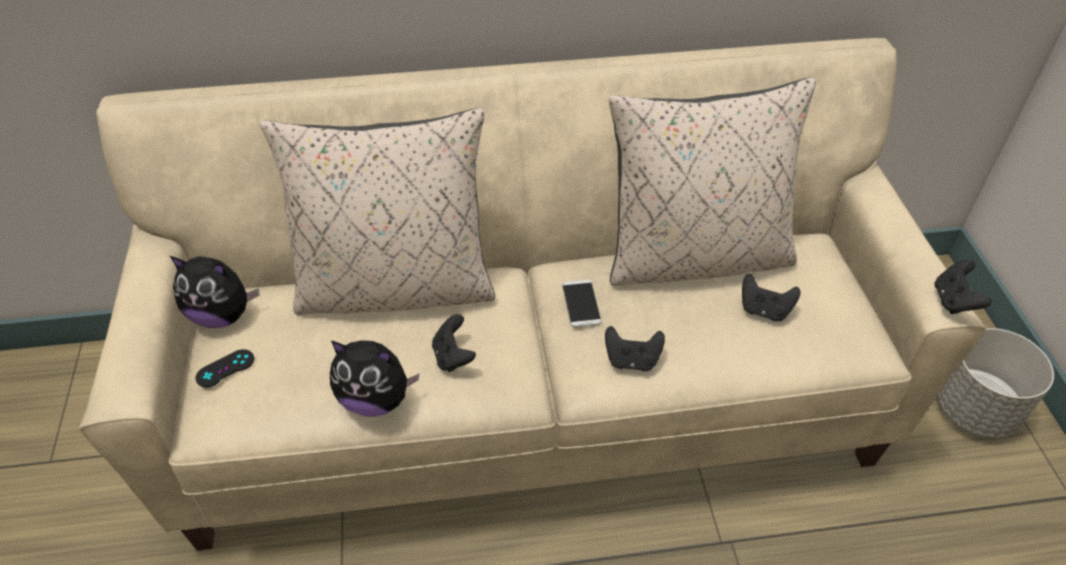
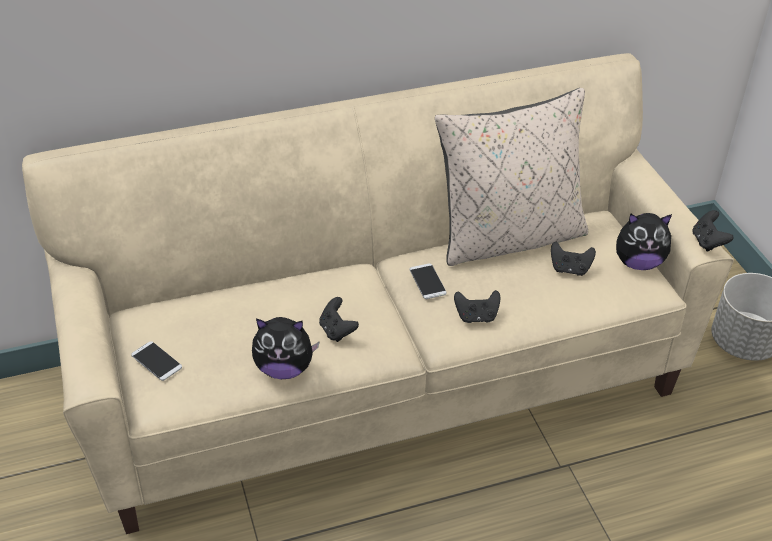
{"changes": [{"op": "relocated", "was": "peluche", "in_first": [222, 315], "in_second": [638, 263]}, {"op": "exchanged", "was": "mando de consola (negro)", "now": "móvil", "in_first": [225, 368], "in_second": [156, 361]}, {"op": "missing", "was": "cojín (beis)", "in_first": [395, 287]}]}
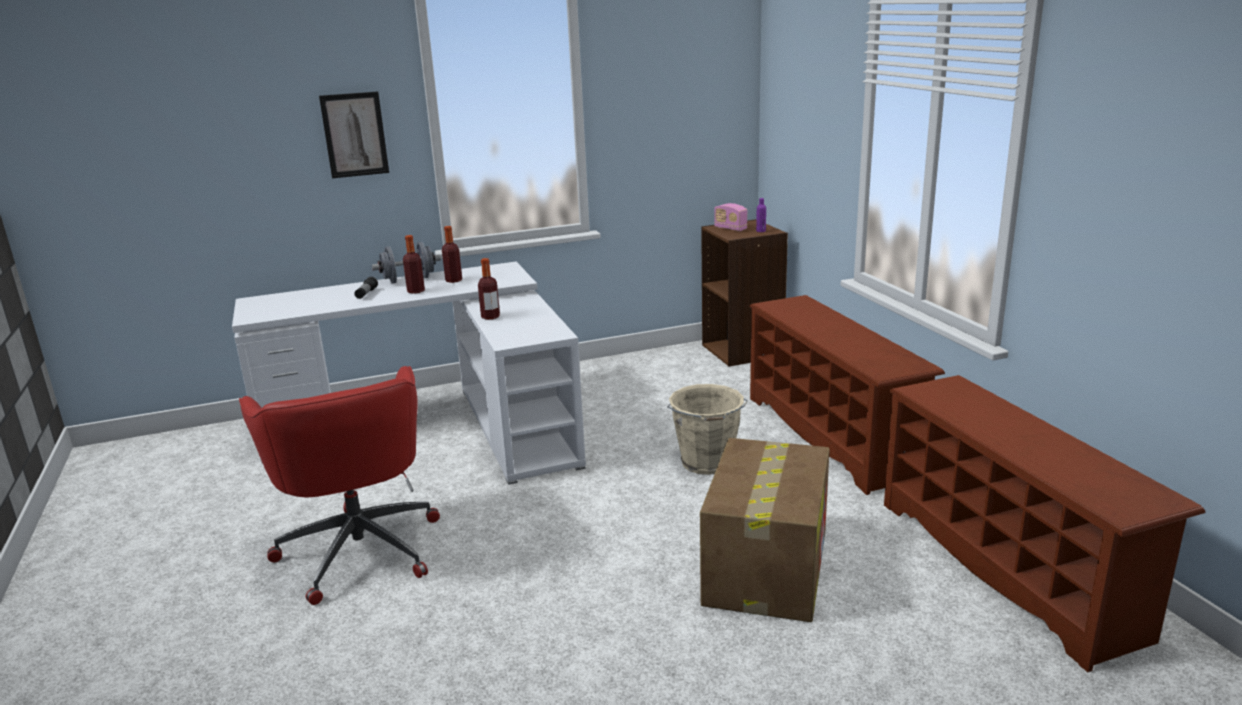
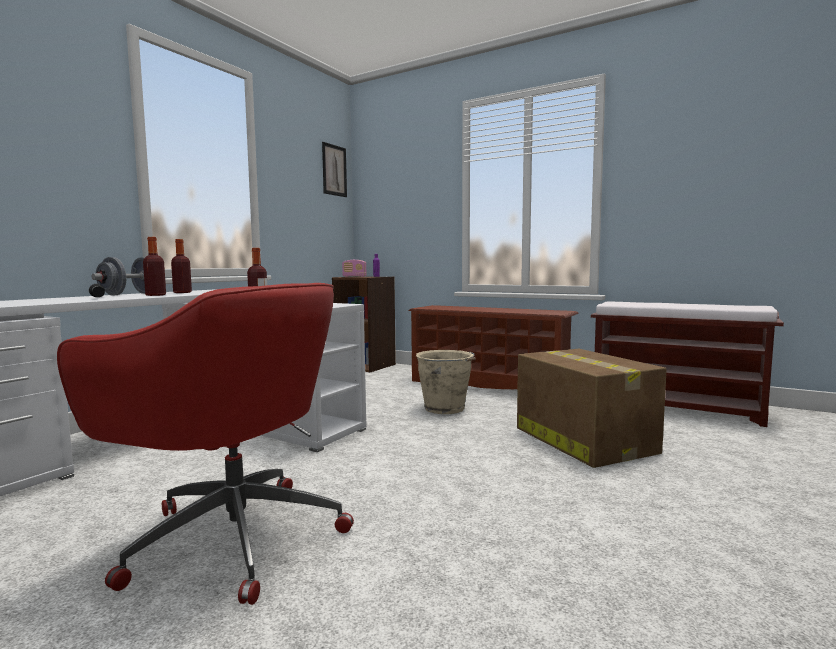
{"changes": [{"op": "relocated", "was": "cuadro", "in_first": [354, 135], "in_second": [334, 170]}, {"op": "exchanged", "was": "zapatero (marrón)", "now": "banco (marrón)", "in_first": [1008, 567], "in_second": [677, 407]}]}
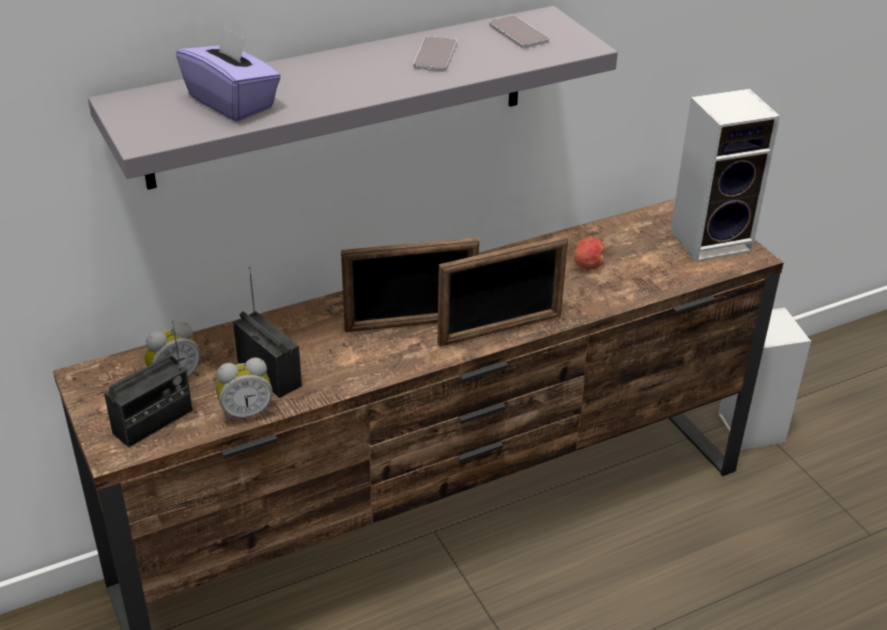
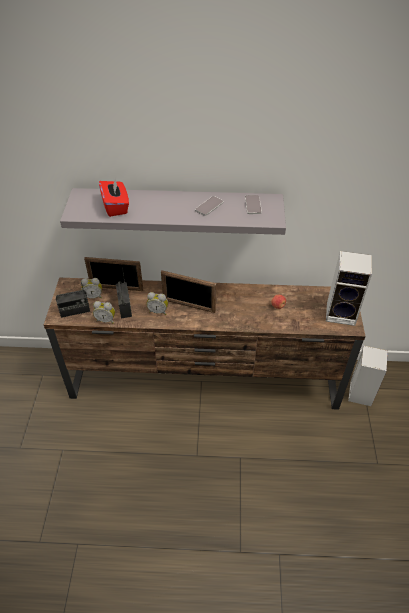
{"changes": [{"op": "colour", "was": "caja de pañuelos (morado)", "now": "caja de pañuelos (rojo)", "in_first": [232, 103], "in_second": [116, 206]}, {"op": "relocated", "was": "portarretratos", "in_first": [500, 330], "in_second": [116, 288]}, {"op": "appeared", "now": "despertador", "in_second": [158, 311]}]}
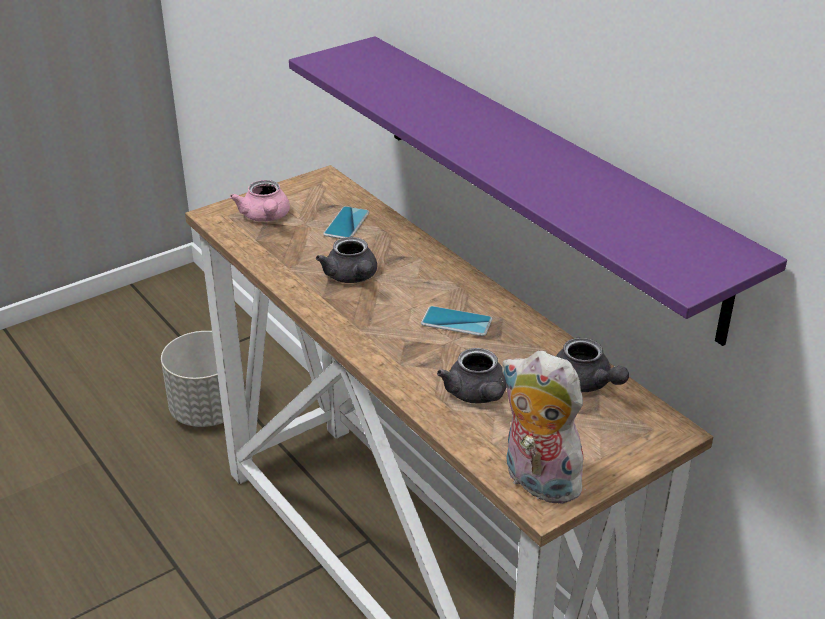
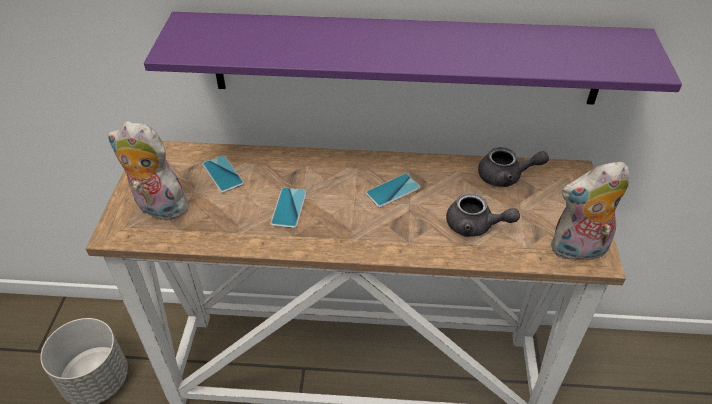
{"changes": [{"op": "exchanged", "was": "tetera (rosa)", "now": "peluche", "in_first": [265, 217], "in_second": [158, 208]}, {"op": "exchanged", "was": "tetera (gris)", "now": "móvil", "in_first": [352, 277], "in_second": [289, 208]}]}
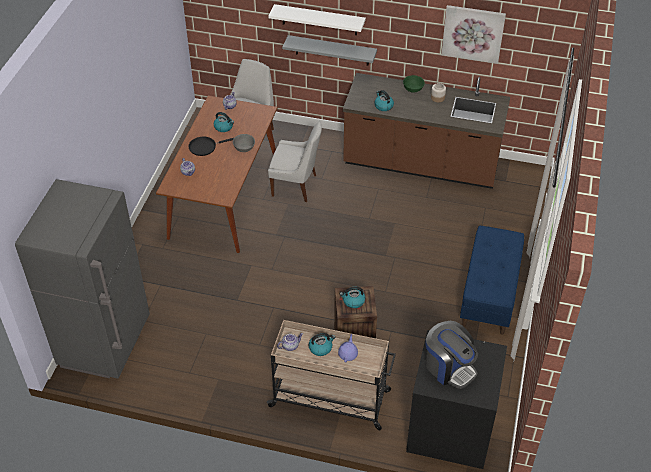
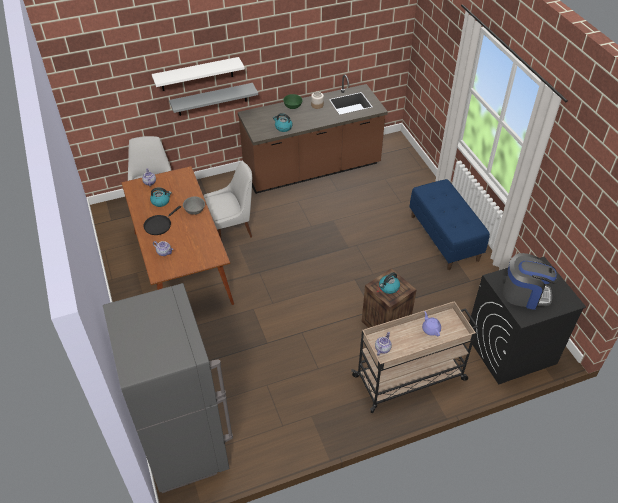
{"changes": [{"op": "missing", "was": "hervidor", "in_first": [321, 348]}, {"op": "missing", "was": "cuadro", "in_first": [473, 33]}]}
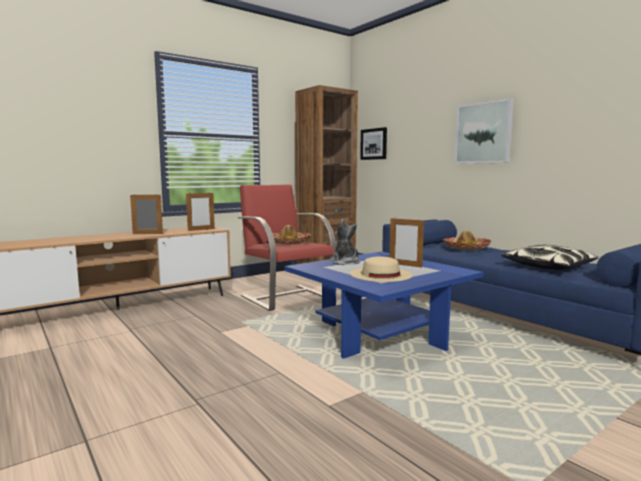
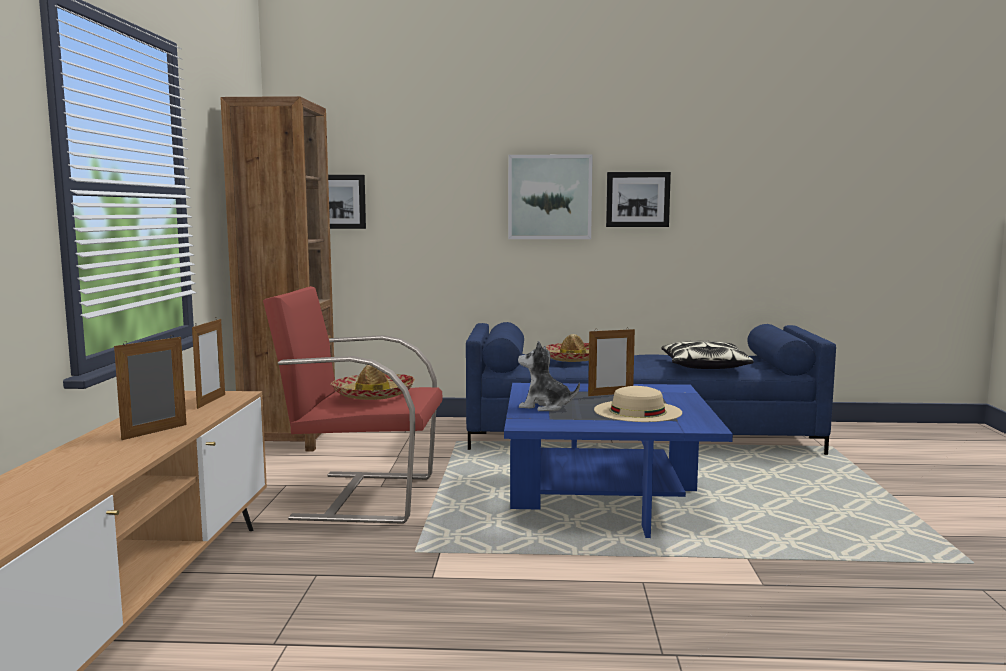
{"changes": [{"op": "appeared", "now": "cuadro", "in_second": [637, 199]}]}
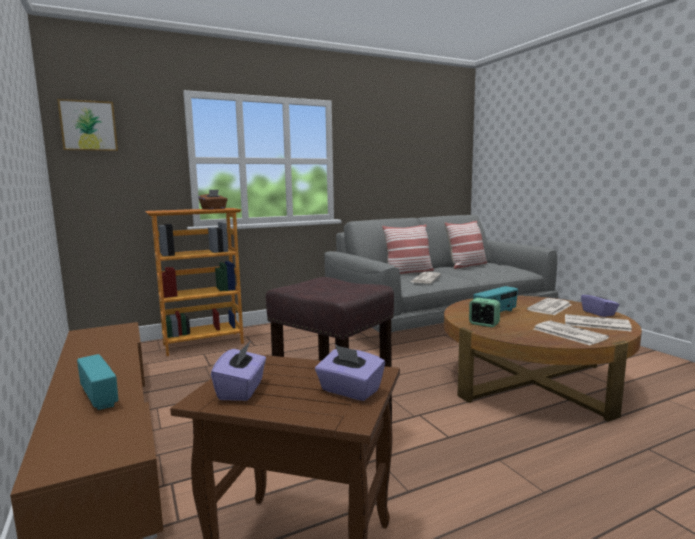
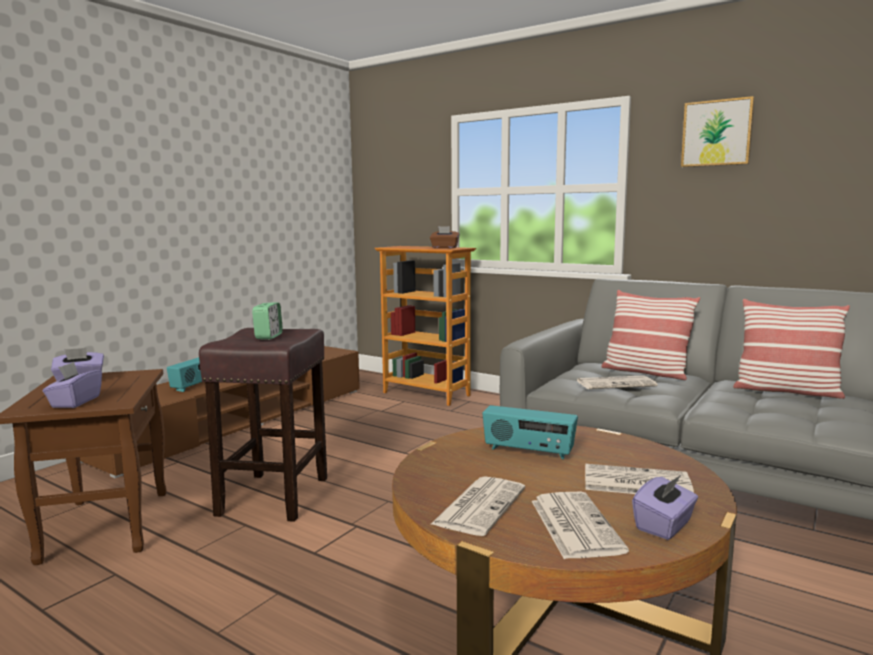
{"changes": [{"op": "relocated", "was": "cuadro", "in_first": [88, 126], "in_second": [717, 133]}, {"op": "relocated", "was": "despertador", "in_first": [483, 324], "in_second": [268, 336]}]}
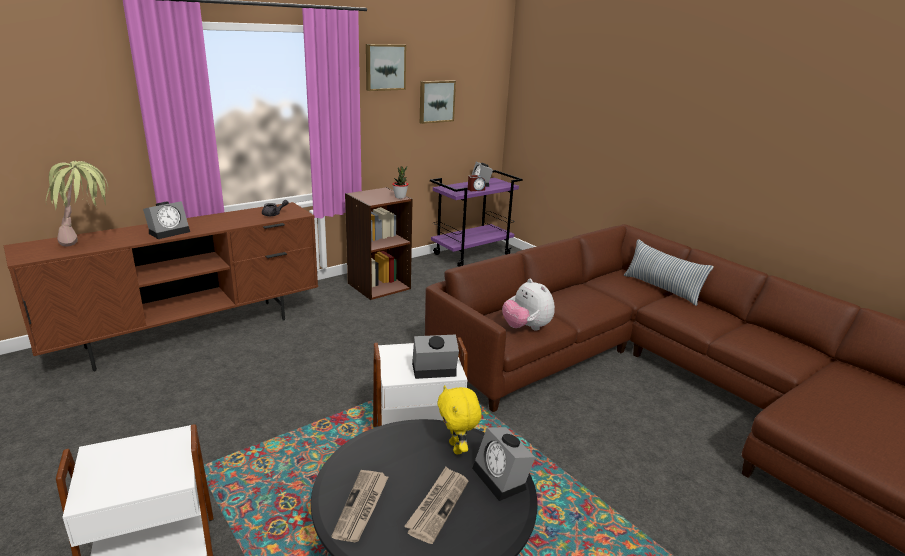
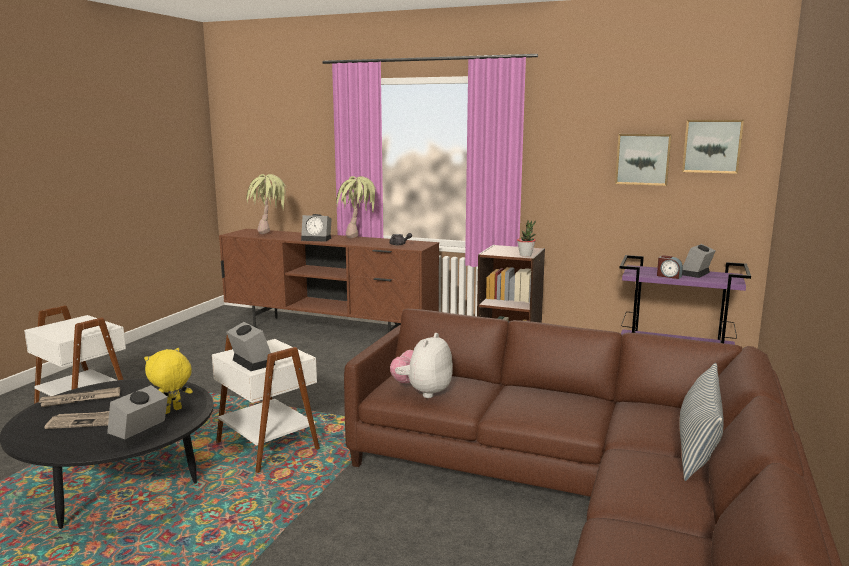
{"changes": [{"op": "relocated", "was": "cuadro", "in_first": [384, 67], "in_second": [712, 146]}, {"op": "appeared", "now": "planta en maceta", "in_second": [358, 240]}]}
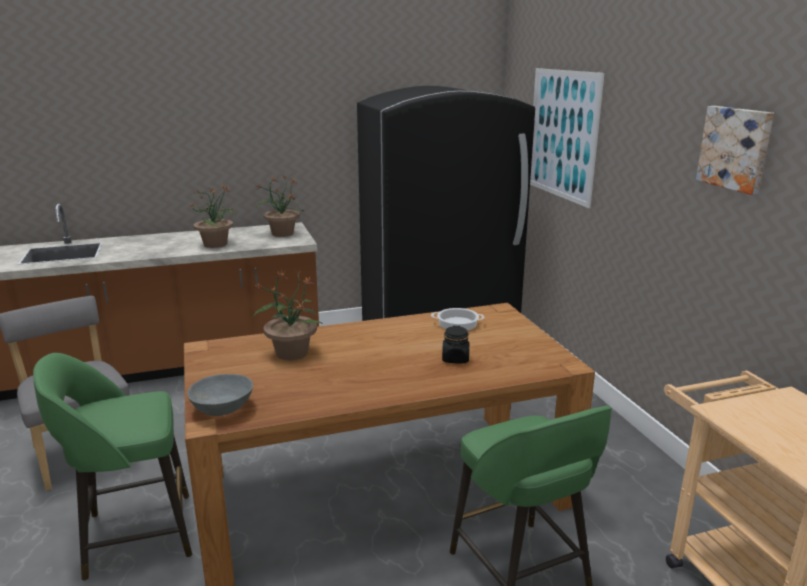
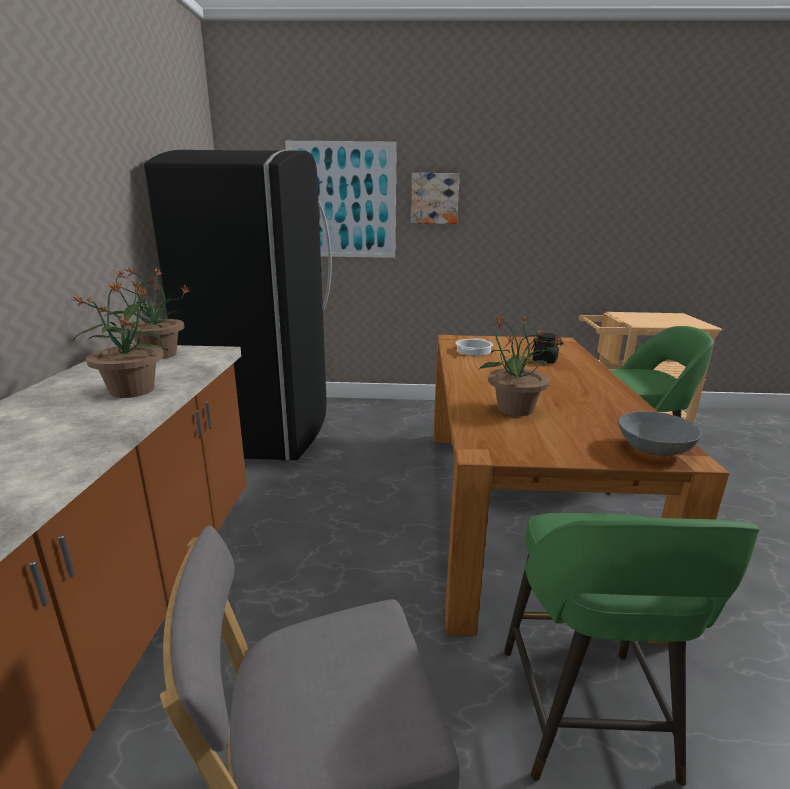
{"changes": [{"op": "relocated", "was": "cuadro", "in_first": [736, 148], "in_second": [434, 198]}]}
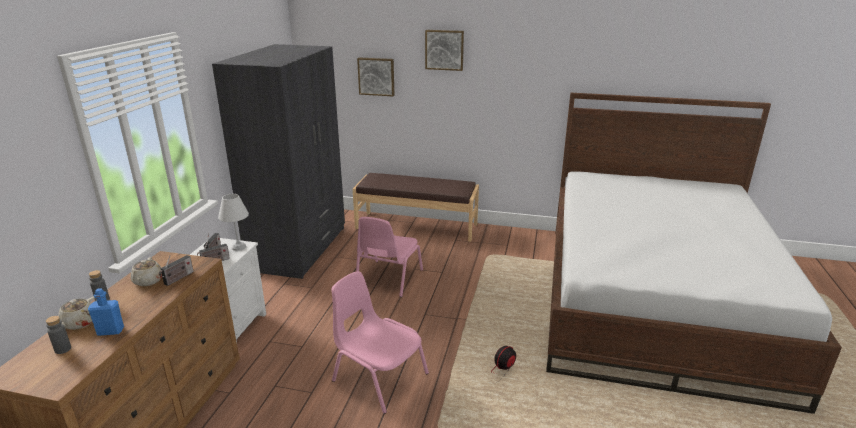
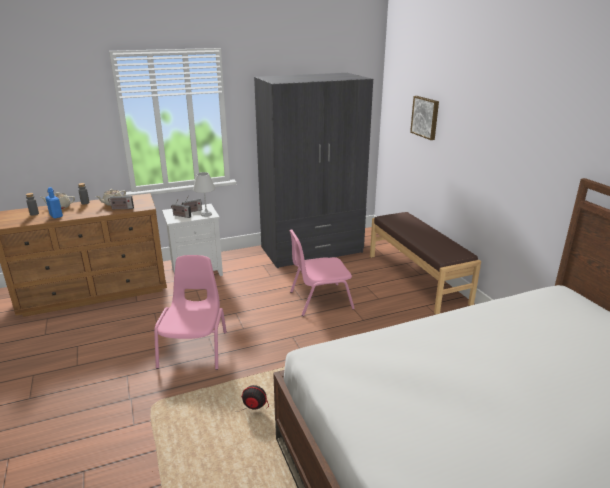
{"changes": [{"op": "missing", "was": "cuadro", "in_first": [444, 50]}]}
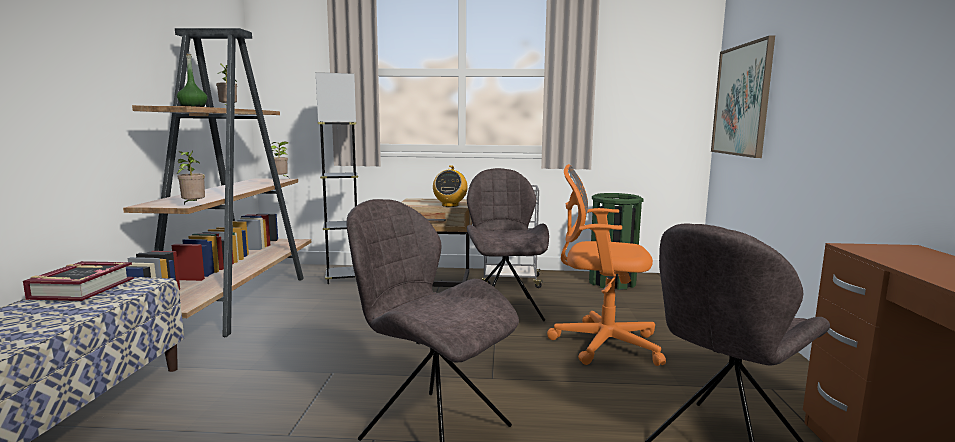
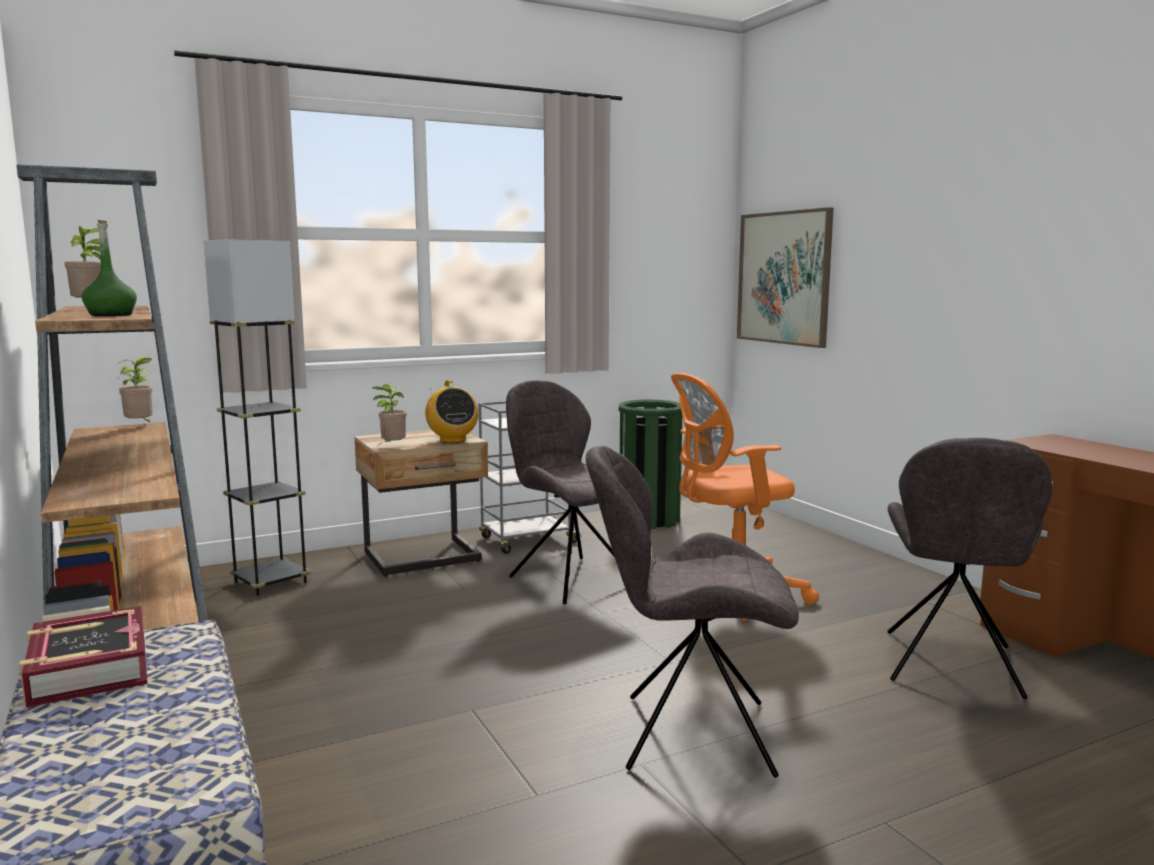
{"changes": [{"op": "relocated", "was": "planta en maceta", "in_first": [193, 206], "in_second": [392, 447]}]}
